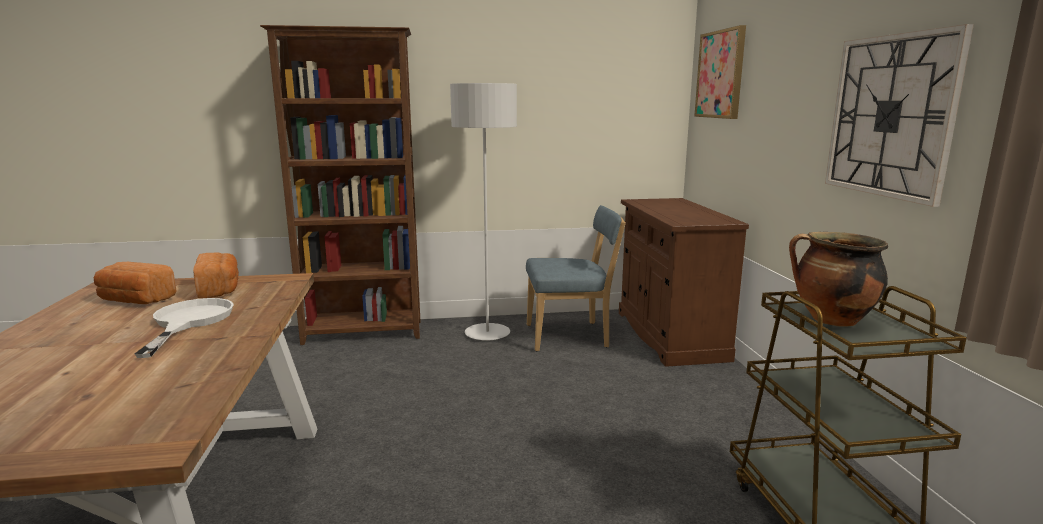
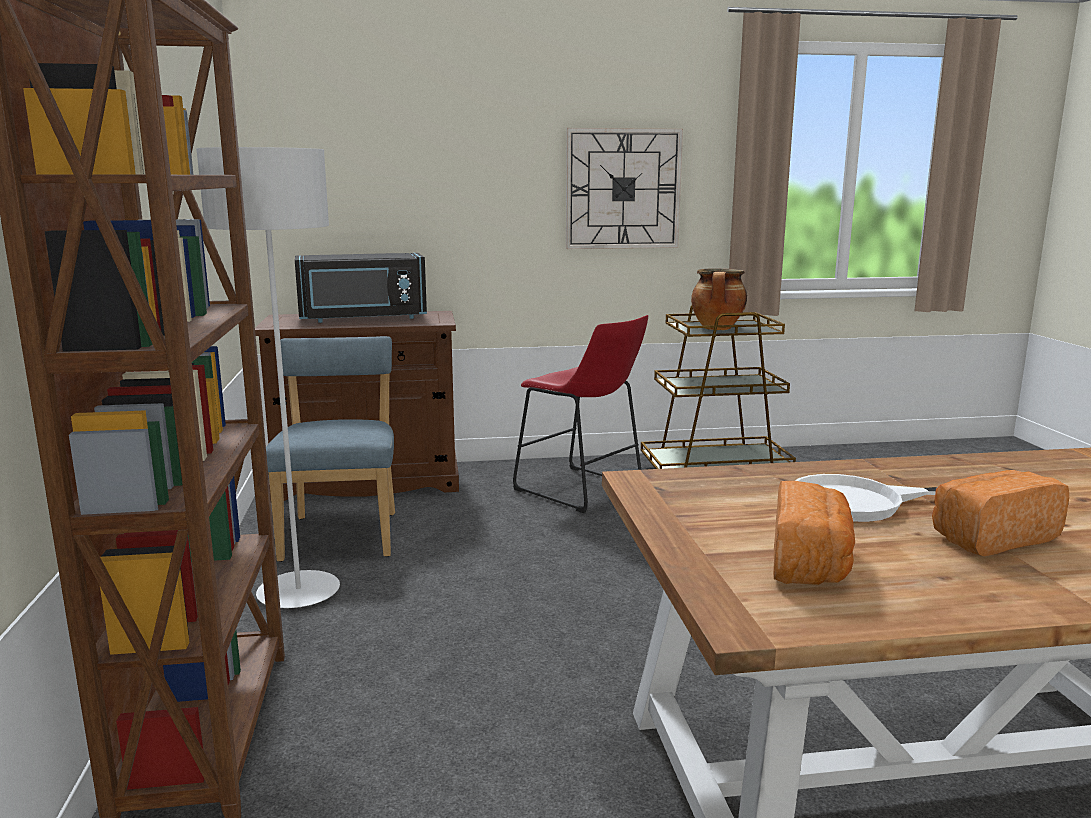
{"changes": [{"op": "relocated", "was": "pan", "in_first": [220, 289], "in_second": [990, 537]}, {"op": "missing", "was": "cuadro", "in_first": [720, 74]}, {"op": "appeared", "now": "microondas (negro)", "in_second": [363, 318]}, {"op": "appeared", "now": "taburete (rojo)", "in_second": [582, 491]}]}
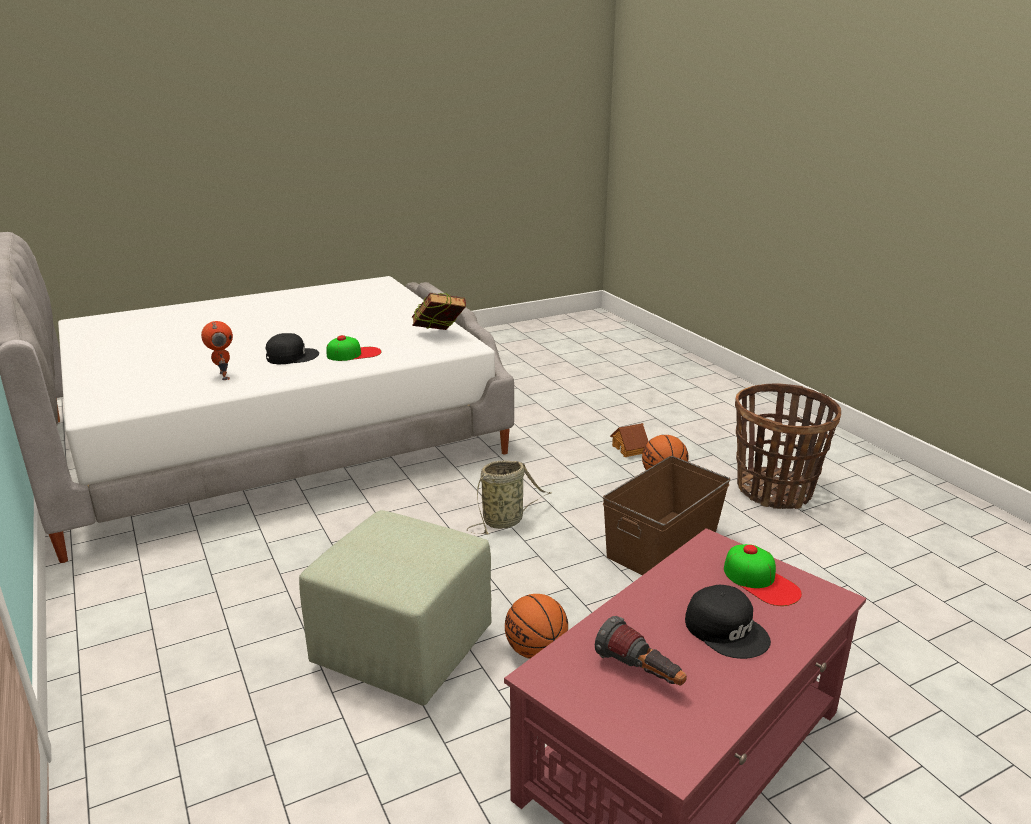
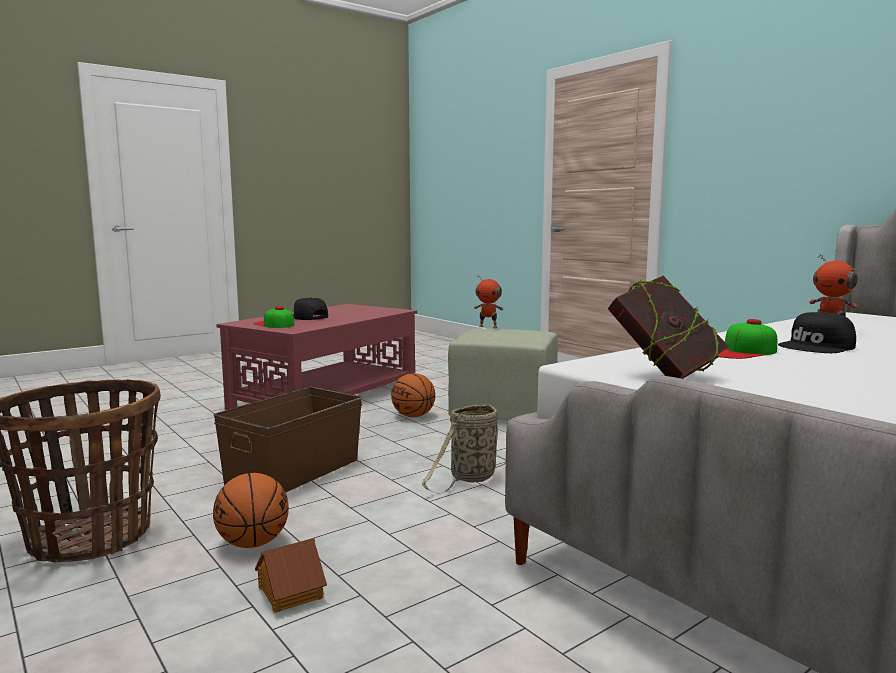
{"changes": [{"op": "missing", "was": "linterna", "in_first": [641, 673]}, {"op": "appeared", "now": "robot de juguete", "in_second": [488, 327]}]}
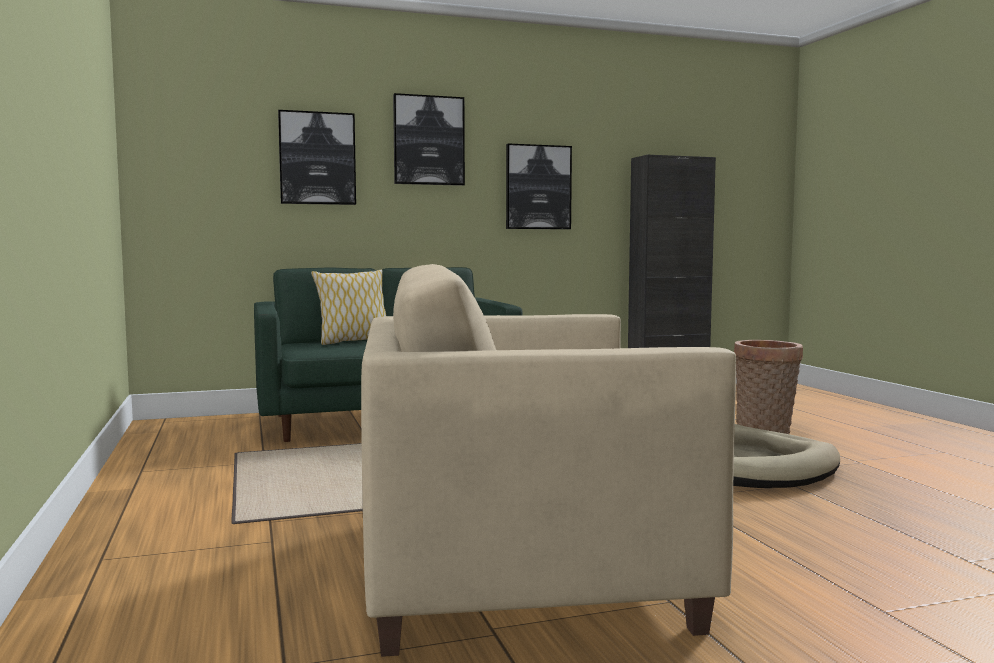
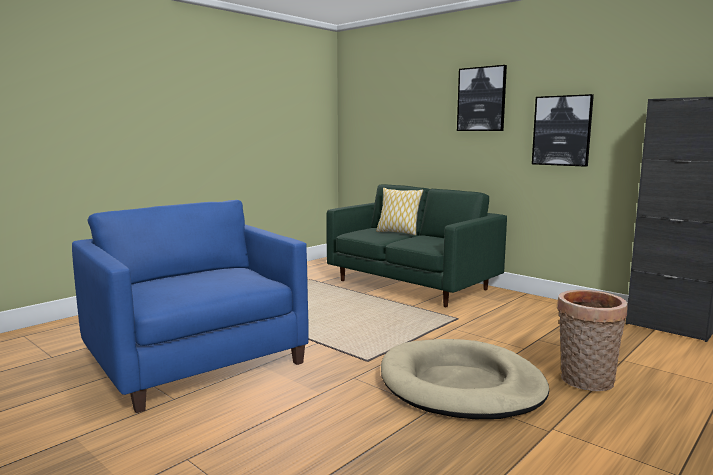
{"changes": [{"op": "missing", "was": "cuadro", "in_first": [317, 158]}, {"op": "colour", "was": "sillón (beis)", "now": "sillón (azul)", "in_first": [521, 570], "in_second": [196, 361]}]}
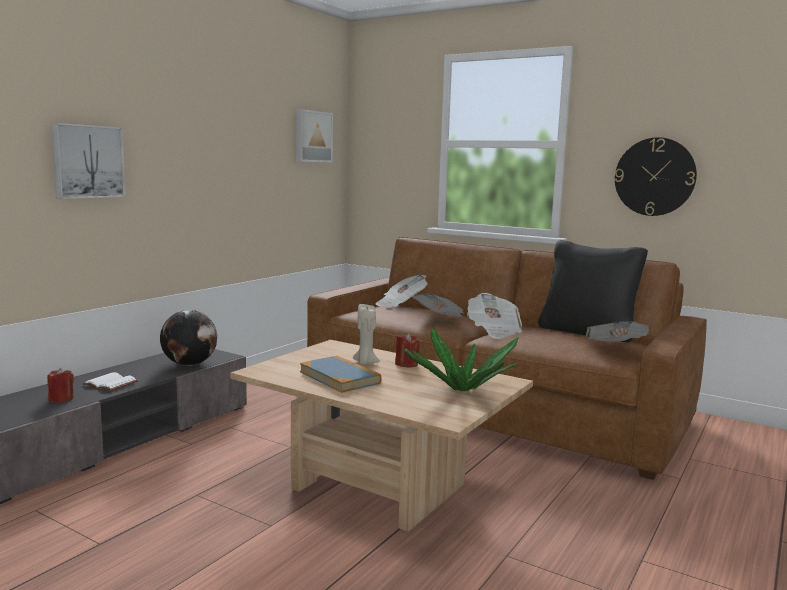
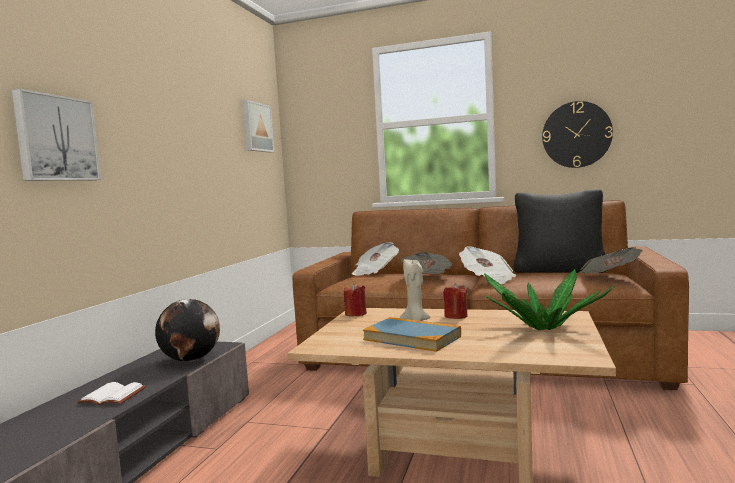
{"changes": [{"op": "relocated", "was": "vela (rojo)", "in_first": [61, 399], "in_second": [356, 314]}]}
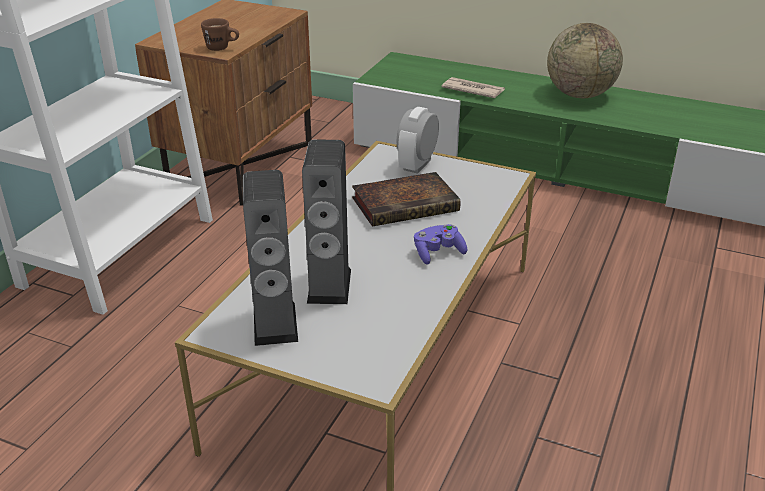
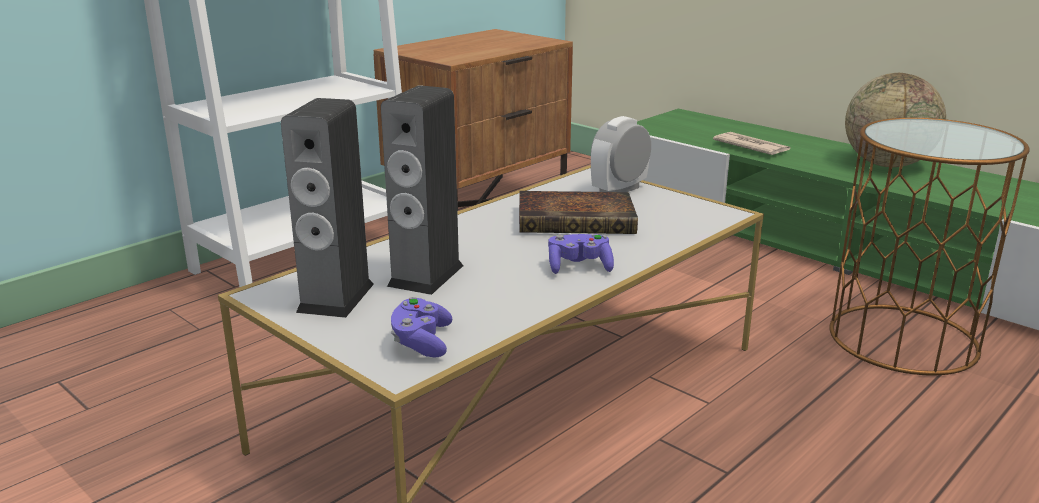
{"changes": [{"op": "missing", "was": "taza grande (marrón)", "in_first": [222, 48]}, {"op": "appeared", "now": "mando de consola (morado)", "in_second": [421, 342]}, {"op": "appeared", "now": "mesa auxiliar (marrón)", "in_second": [903, 339]}]}
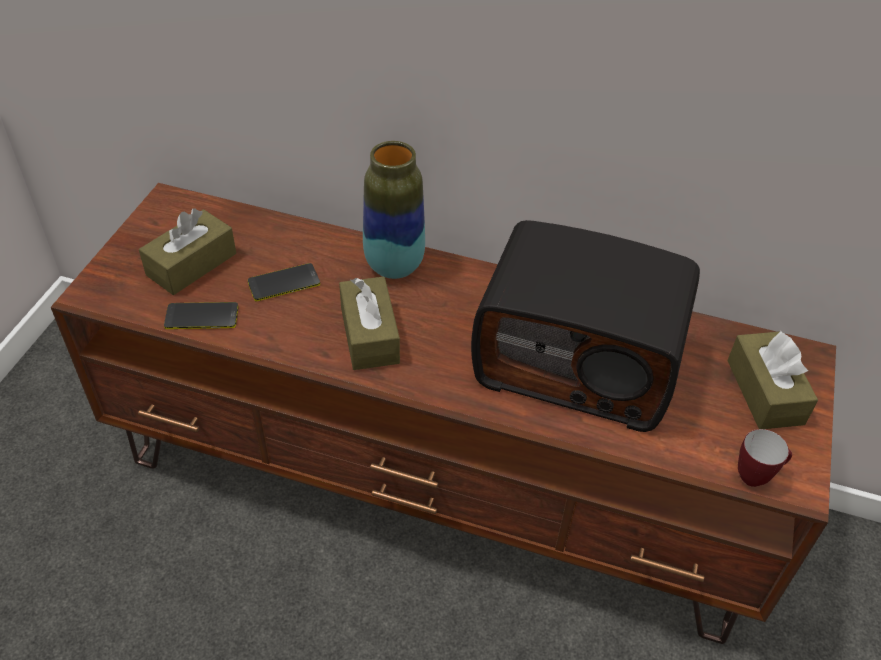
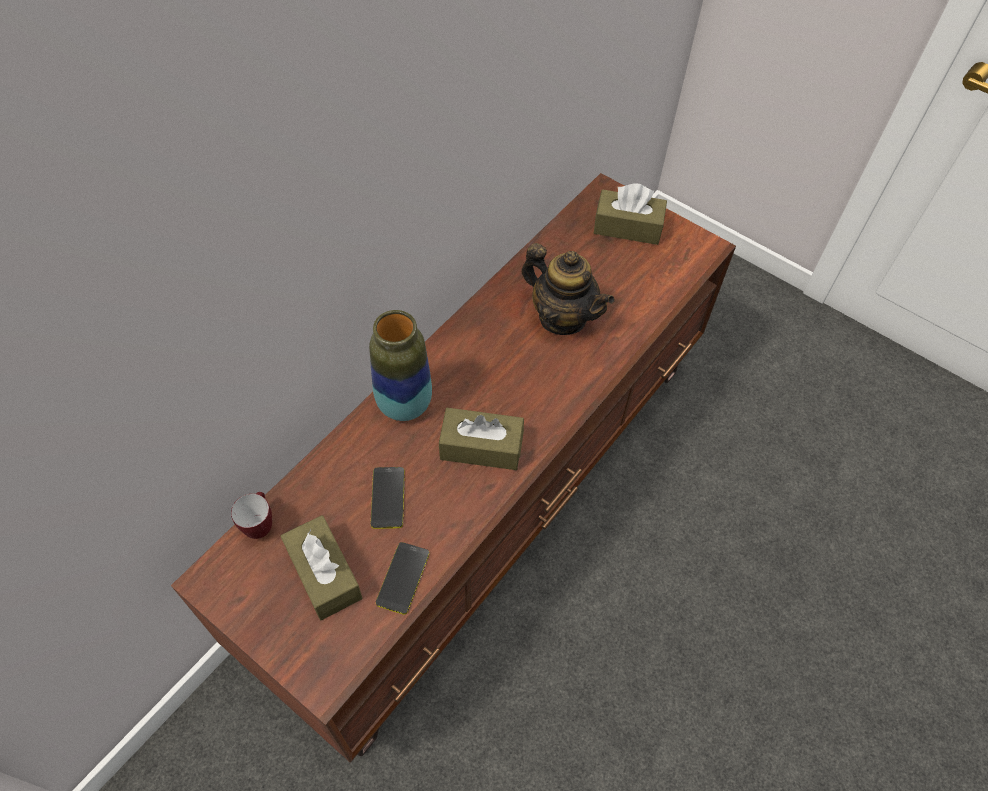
{"changes": [{"op": "exchanged", "was": "radio", "now": "tetera", "in_first": [579, 361], "in_second": [562, 317]}, {"op": "relocated", "was": "taza grande", "in_first": [756, 475], "in_second": [260, 524]}]}
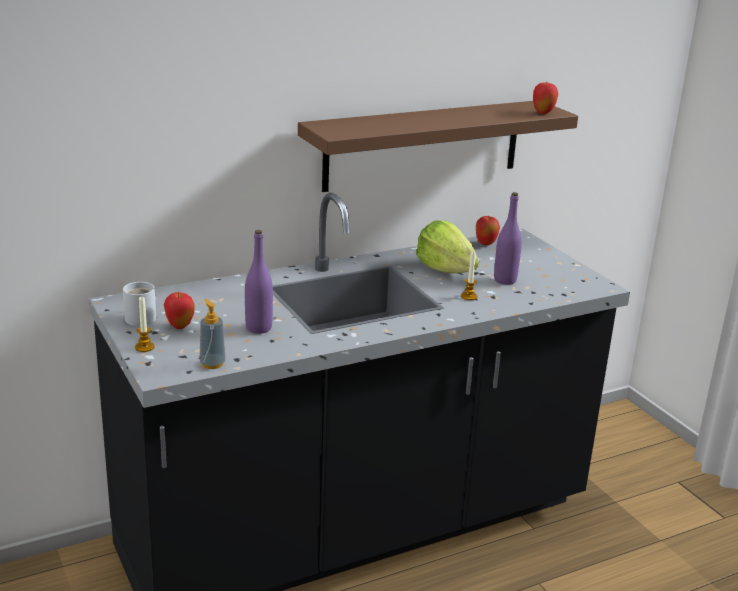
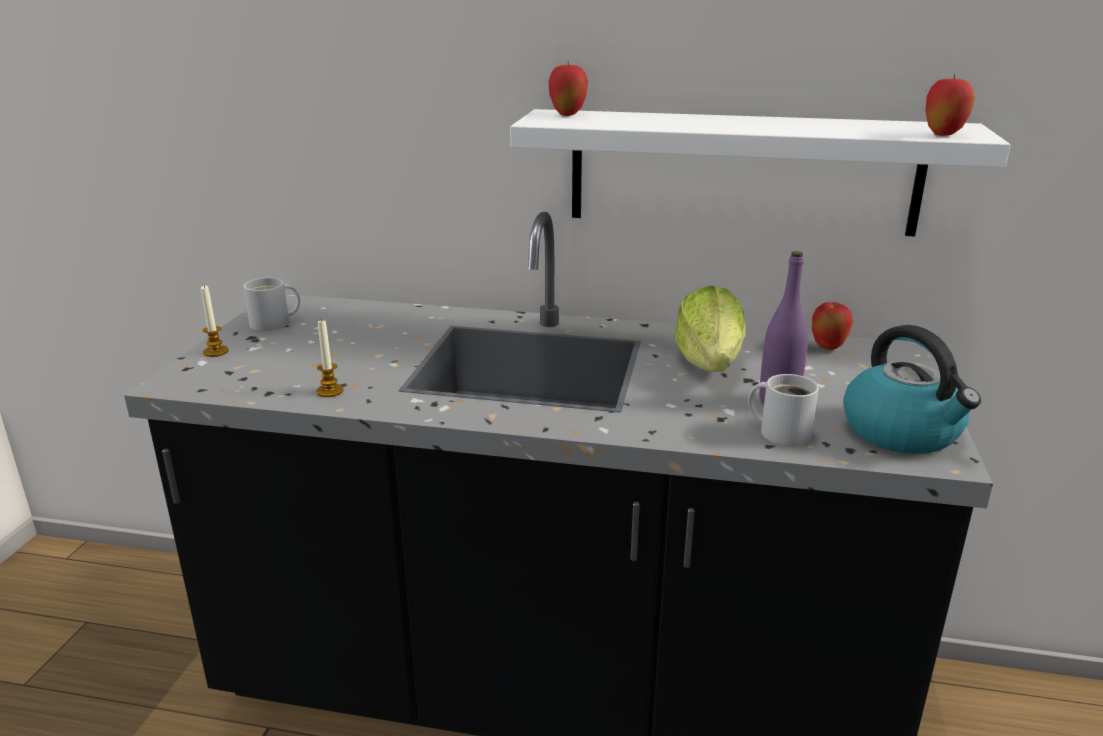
{"changes": [{"op": "relocated", "was": "manzana", "in_first": [180, 326], "in_second": [568, 114]}, {"op": "missing", "was": "dispensador de jabón", "in_first": [212, 364]}, {"op": "missing", "was": "botella (morado)", "in_first": [258, 328]}, {"op": "colour", "was": "estante (marrón)", "now": "estante (blanco)", "in_first": [423, 145], "in_second": [742, 172]}, {"op": "relocated", "was": "vela", "in_first": [469, 296], "in_second": [330, 391]}, {"op": "appeared", "now": "taza grande (blanco)", "in_second": [781, 431]}, {"op": "appeared", "now": "hervidor", "in_second": [902, 432]}]}
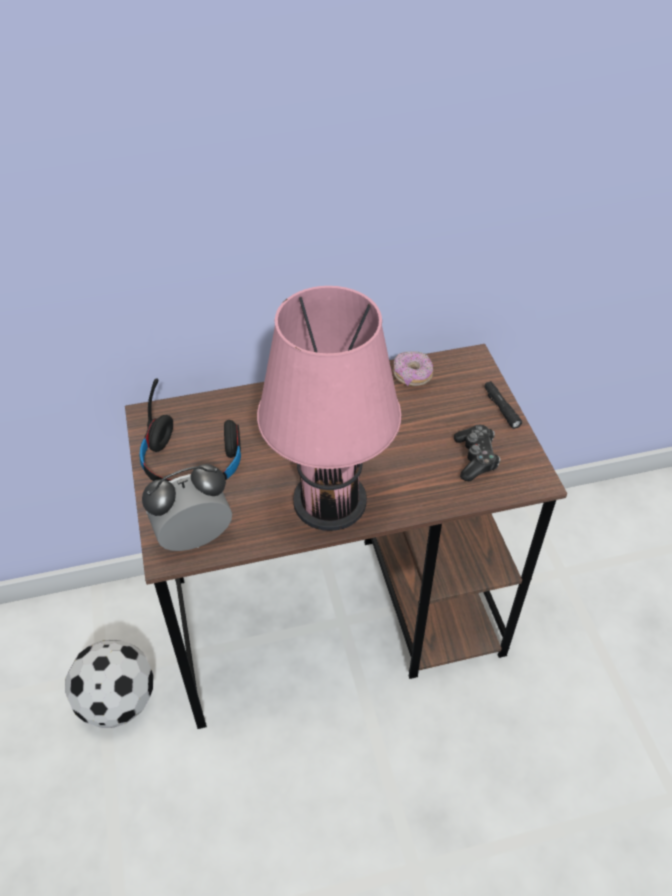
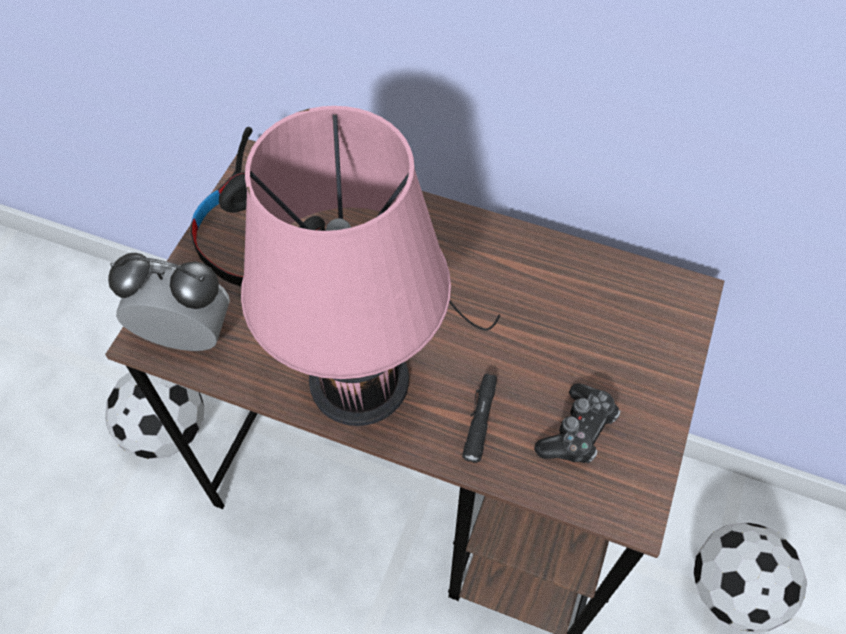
{"changes": [{"op": "missing", "was": "rosquilla", "in_first": [412, 376]}, {"op": "relocated", "was": "linterna (negro)", "in_first": [501, 408], "in_second": [479, 420]}, {"op": "appeared", "now": "balón de fútbol", "in_second": [733, 590]}]}
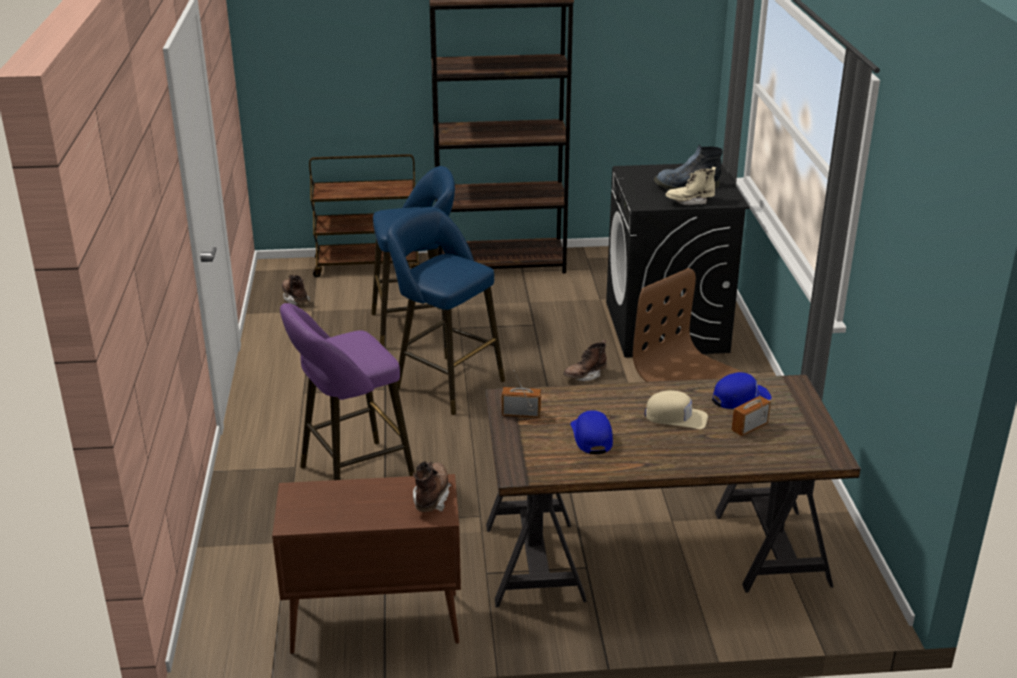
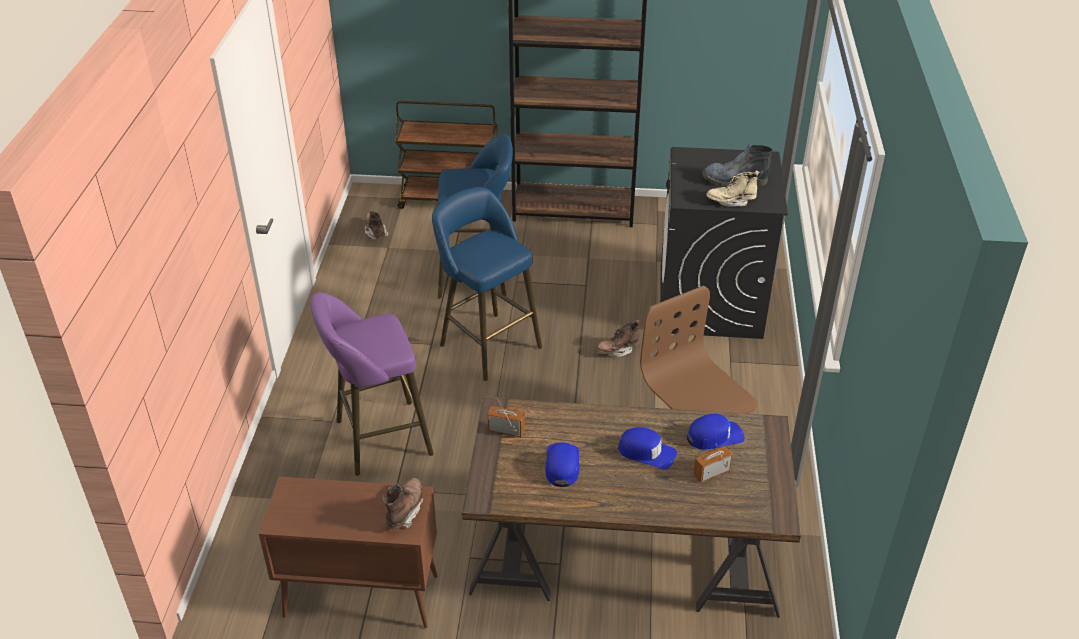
{"changes": [{"op": "colour", "was": "gorra (beis)", "now": "gorra (azul)", "in_first": [676, 417], "in_second": [646, 452]}]}
